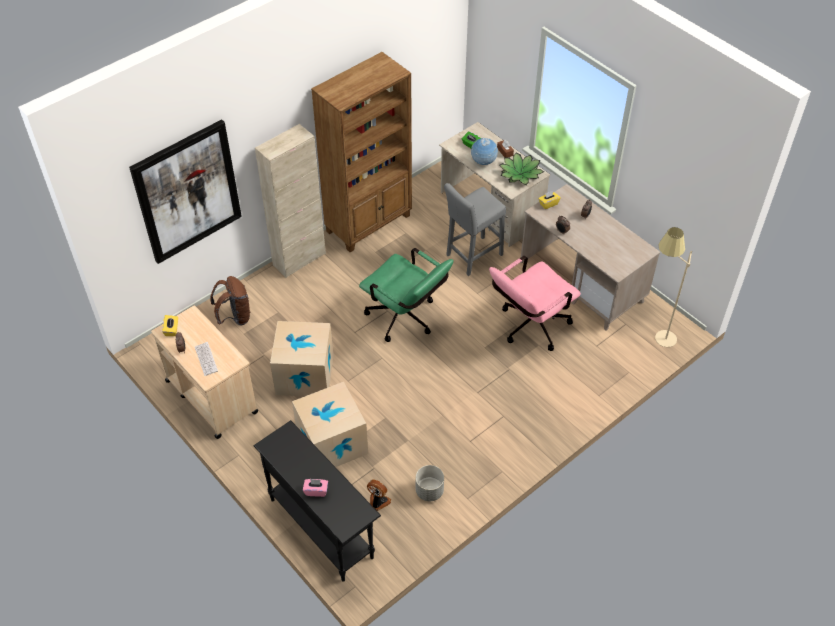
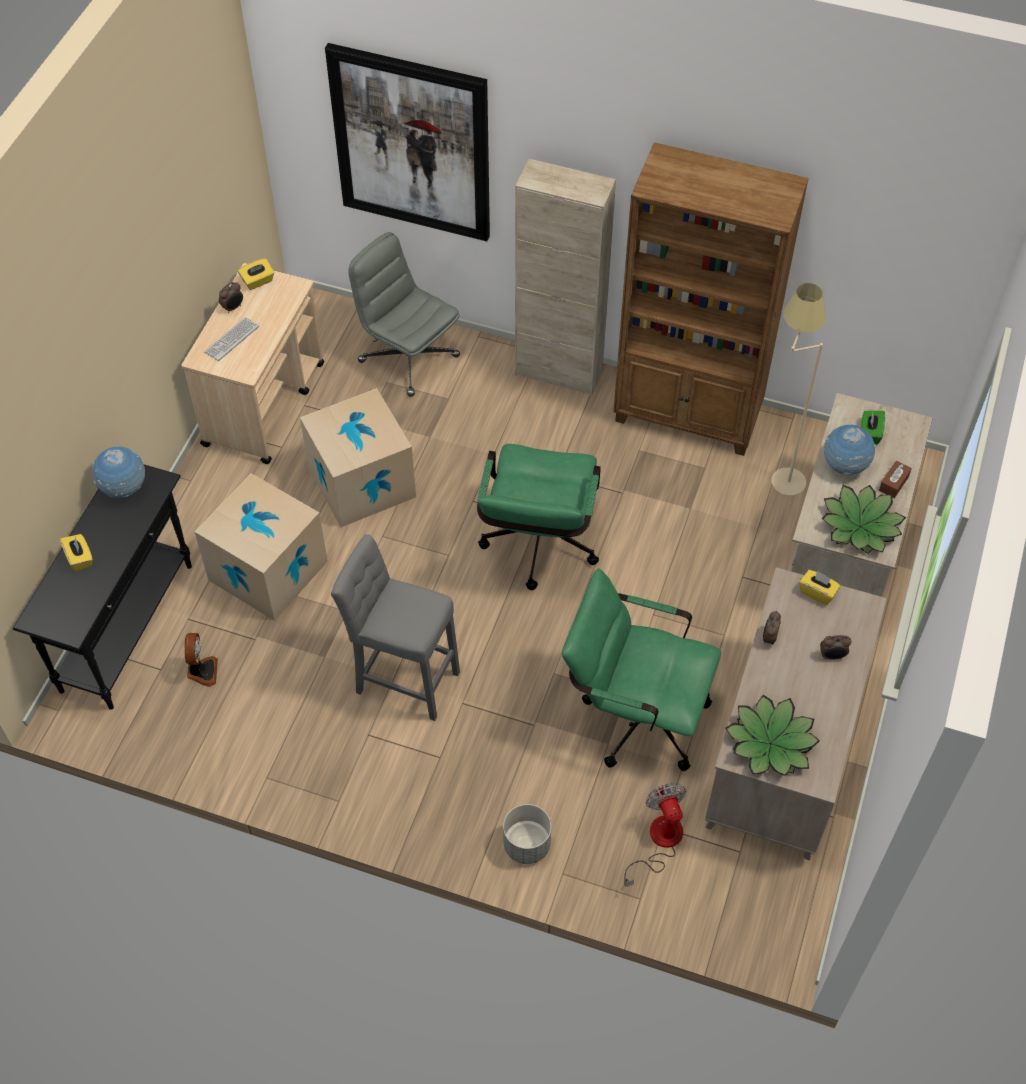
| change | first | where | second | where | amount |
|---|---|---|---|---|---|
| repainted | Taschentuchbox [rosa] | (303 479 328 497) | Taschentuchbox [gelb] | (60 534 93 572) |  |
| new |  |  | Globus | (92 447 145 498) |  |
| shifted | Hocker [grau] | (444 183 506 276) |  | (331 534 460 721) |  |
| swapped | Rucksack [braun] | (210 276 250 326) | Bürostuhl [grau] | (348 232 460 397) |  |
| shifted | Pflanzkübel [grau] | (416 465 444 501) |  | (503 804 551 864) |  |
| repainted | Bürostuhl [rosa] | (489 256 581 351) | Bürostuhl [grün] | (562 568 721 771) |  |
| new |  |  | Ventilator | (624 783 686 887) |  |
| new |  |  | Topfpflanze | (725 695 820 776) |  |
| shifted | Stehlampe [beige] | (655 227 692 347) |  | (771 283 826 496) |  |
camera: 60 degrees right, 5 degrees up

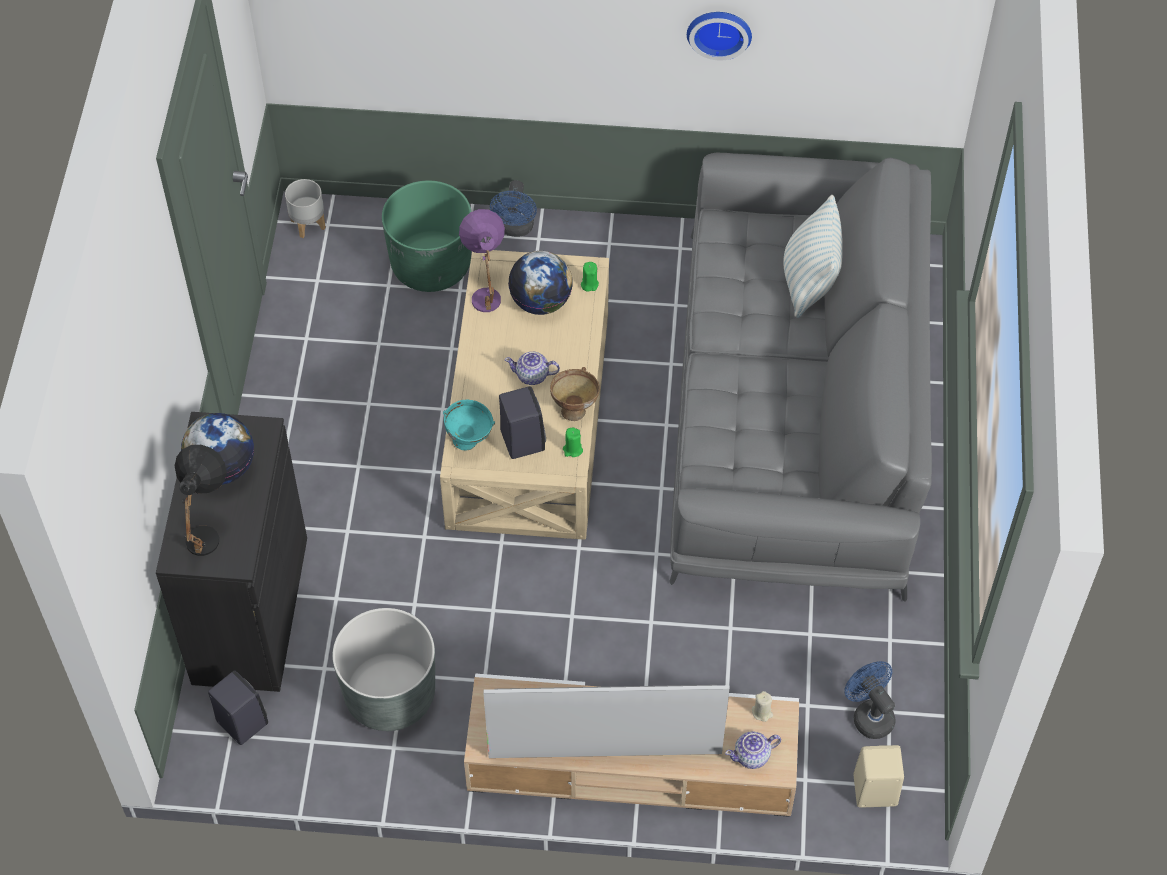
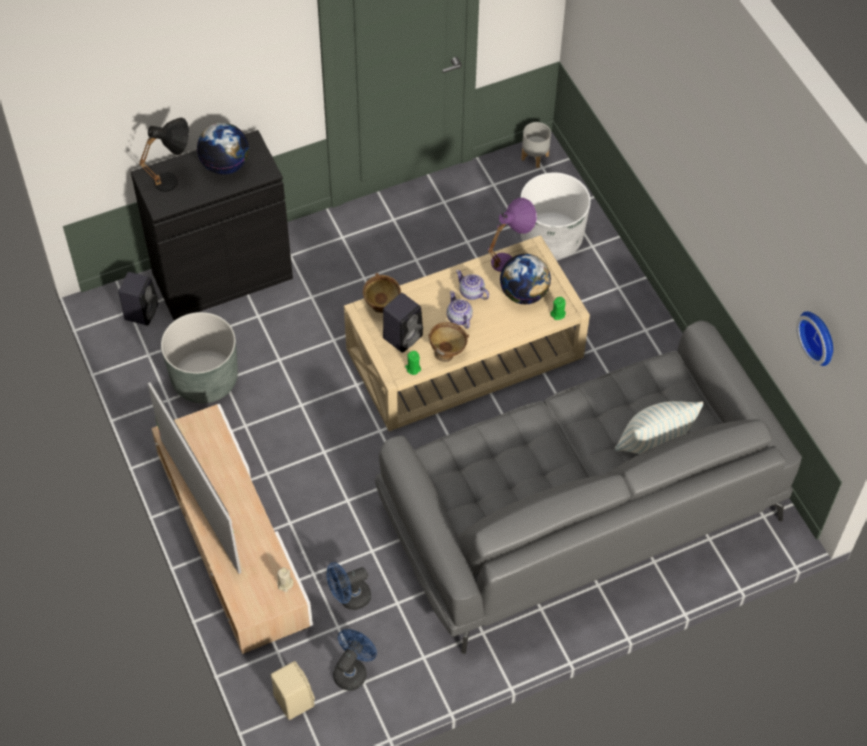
| change | first | where | second | where | amount |
|---|---|---|---|---|---|
| shifted | Ventilator [blau] | (490 180 537 237) |  | (327 562 371 610) |  |
| repainted | Schüssel [türkis] | (443 400 495 451) | Schüssel [braun] | (363 273 401 313) |  |
| shifted | Teekanne | (725 731 781 769) |  | (456 270 489 300) |  |
| repainted | Pflanzkübel [grün] | (382 180 471 292) | Pflanzkübel [weiß] | (520 172 591 259) |  |
| shifted | Wanduhr | (687 12 752 60) |  | (796 312 833 366) |  |
camera: 60 degrees right, 0 degrees up

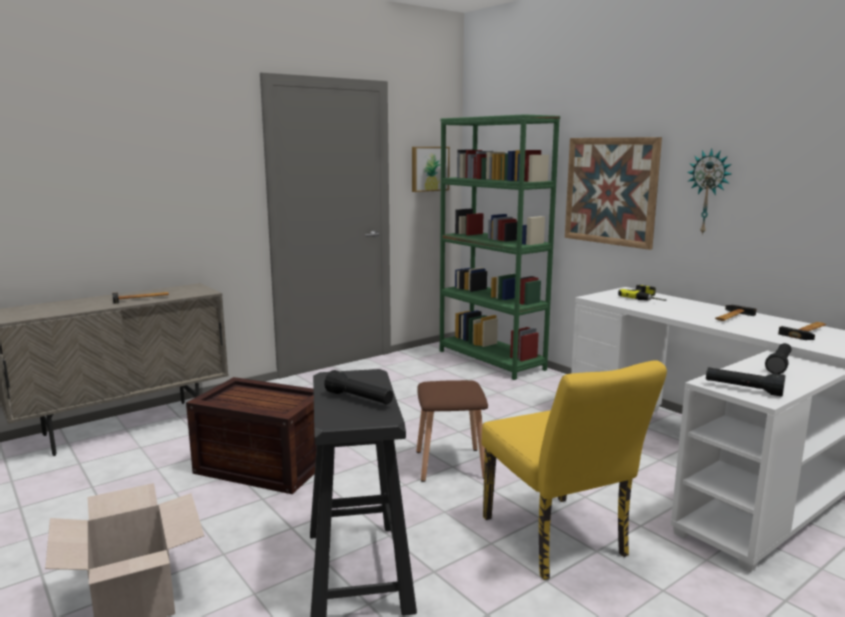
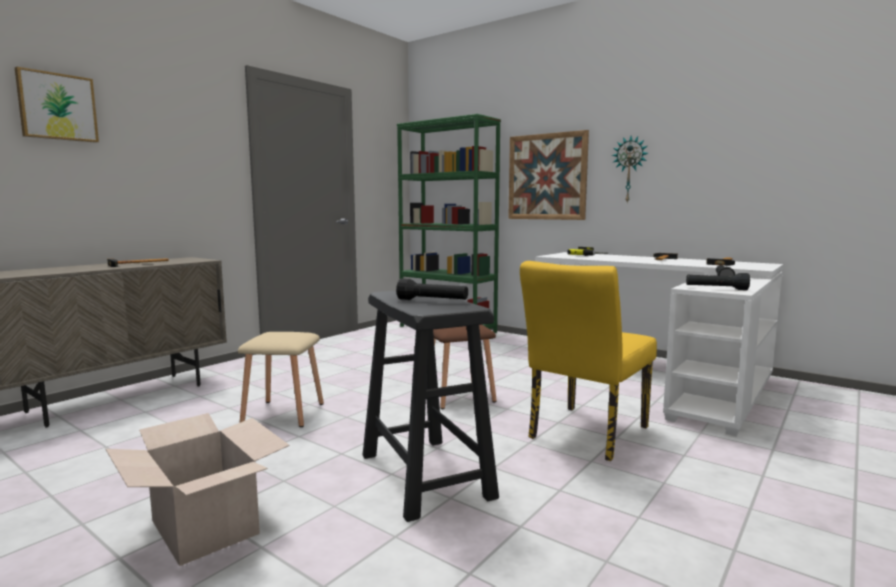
| change | first | where | second | where | amount |
|---|---|---|---|---|---|
| shifted | Bild | (412 147 450 192) |  | (15 67 99 143) |  |
| swapped | Kiste | (186 377 317 494) | Hocker [beige] | (238 332 324 427) |  |
| rotated | Stuhl [gelb] | (482 360 667 580) |  | (520 261 657 461) | 75 degrees clockwise |
camera: 15 degrees left, 5 degrees down

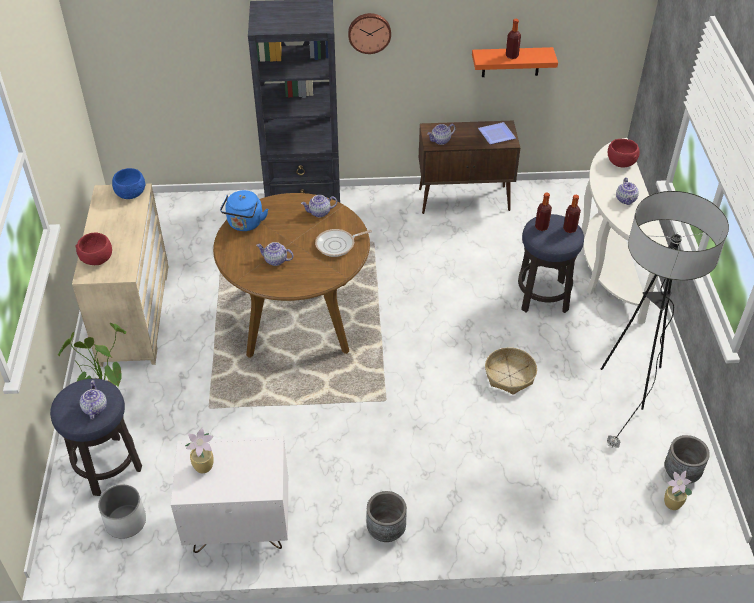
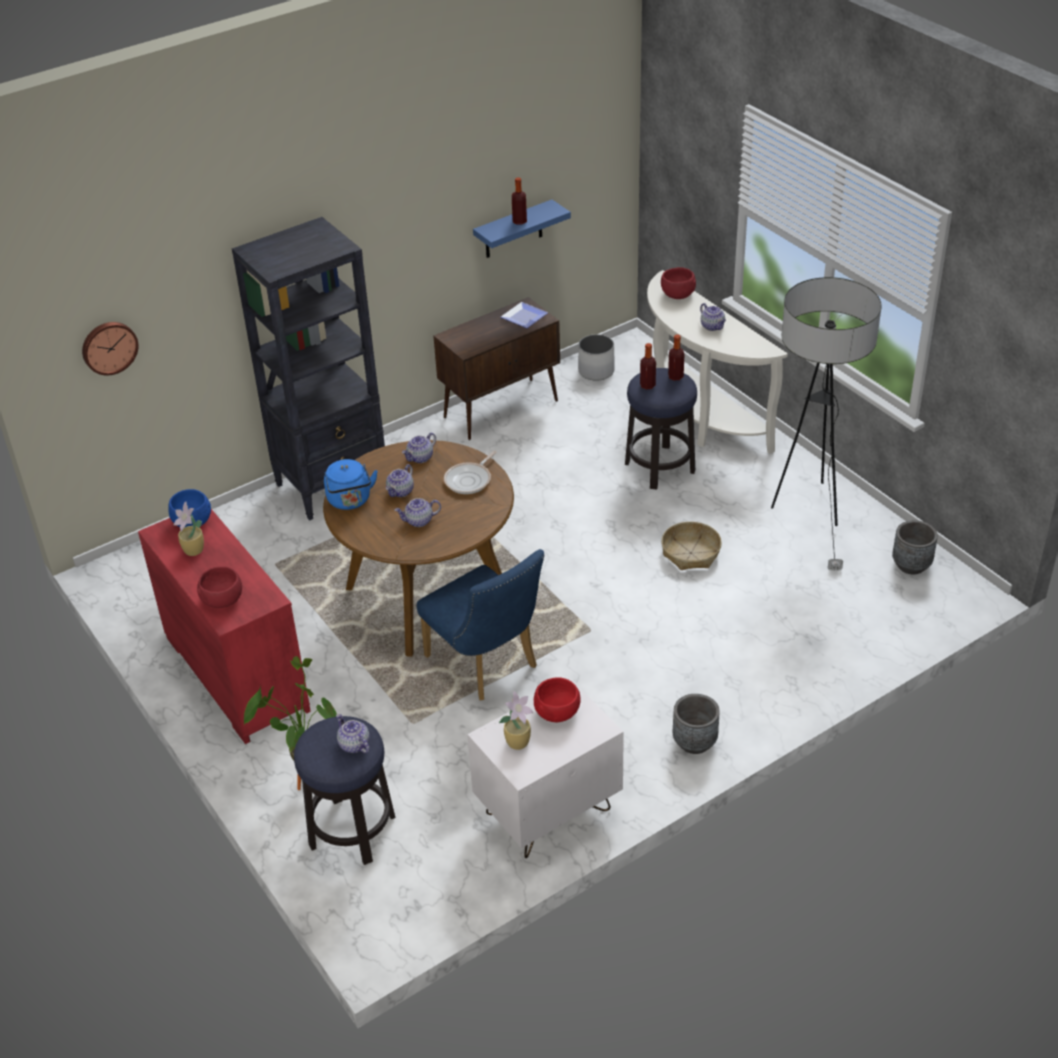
| change | first | where | second | where | amount |
|---|---|---|---|---|---|
| shifted | Wanduhr | (348 13 391 54) |  | (82 322 139 375) |  |
| repainted | Kommode [beige] | (72 183 169 367) | Kommode [rot] | (138 509 311 744) |  |
| shifted | Topfpflanze | (664 471 692 510) |  | (173 501 204 556) |  |
| shifted | Teekanne | (427 124 456 145) |  | (386 464 414 497) |  |
| new |  |  | Stuhl [blau] | (417 549 545 701) |  |
| repainted | Wandregal [orange] | (472 47 558 77) | Wandregal [blau] | (473 199 571 258) |  |
| new |  |  | Schüssel [rot] | (534 677 581 722) |  |
| shifted | Pflanzkübel [weiß] | (98 484 146 539) |  | (578 334 615 381) |  |
camera: 30 degrees left, 5 degrees down

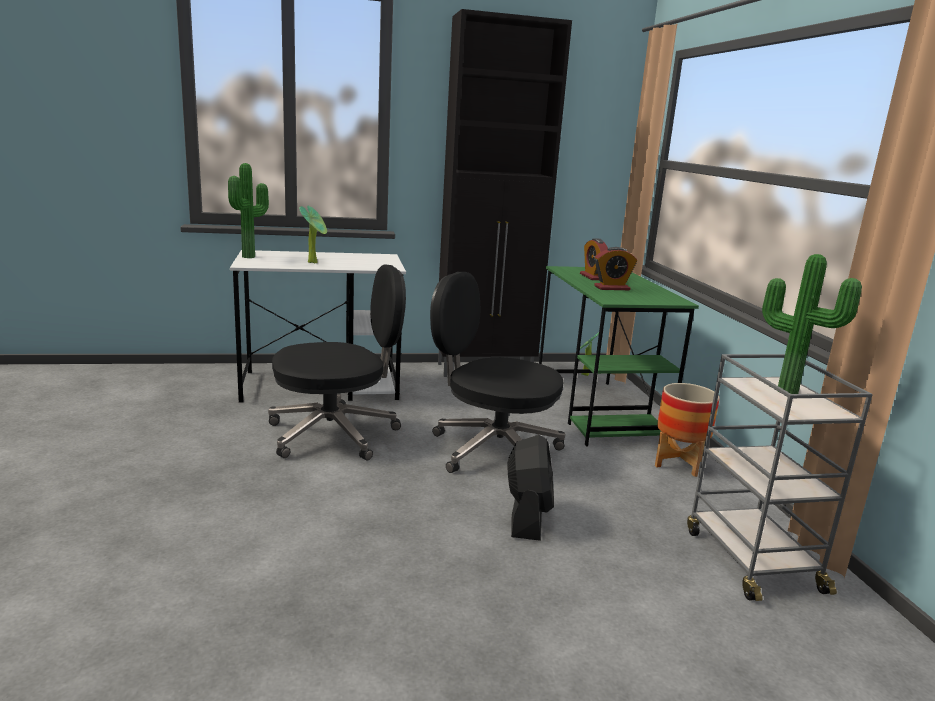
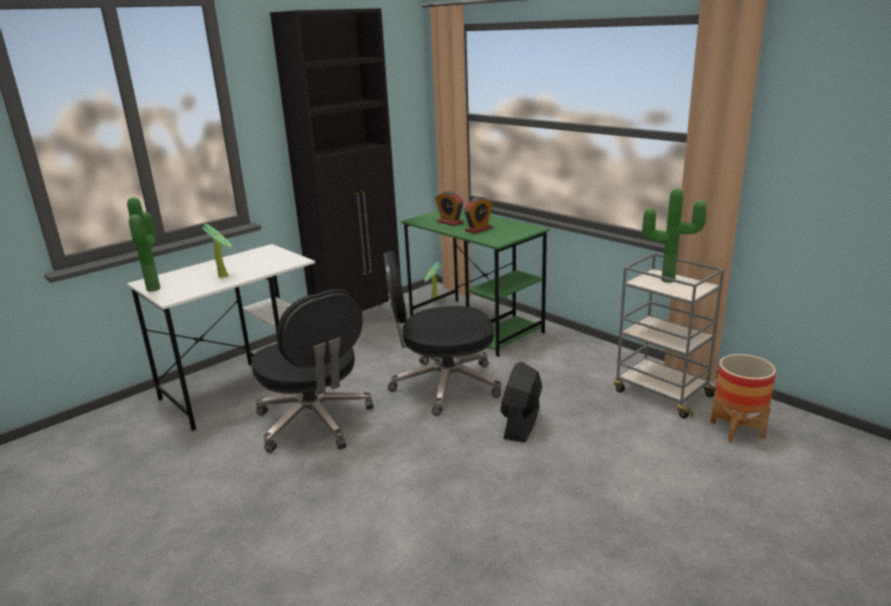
| change | first | where | second | where | amount |
|---|---|---|---|---|---|
| rotated | Bürostuhl [schwarz] | (268 264 406 460) |  | (251 289 373 453) | 105 degrees clockwise |
| rotated | Ventilator [schwarz] | (507 435 554 541) |  | (500 362 542 443) | 135 degrees counterclockwise |
| shifted | Pflanzkübel | (655 383 719 477) |  | (710 354 776 443) |  |
camera: 30 degrees left, 5 degrees up

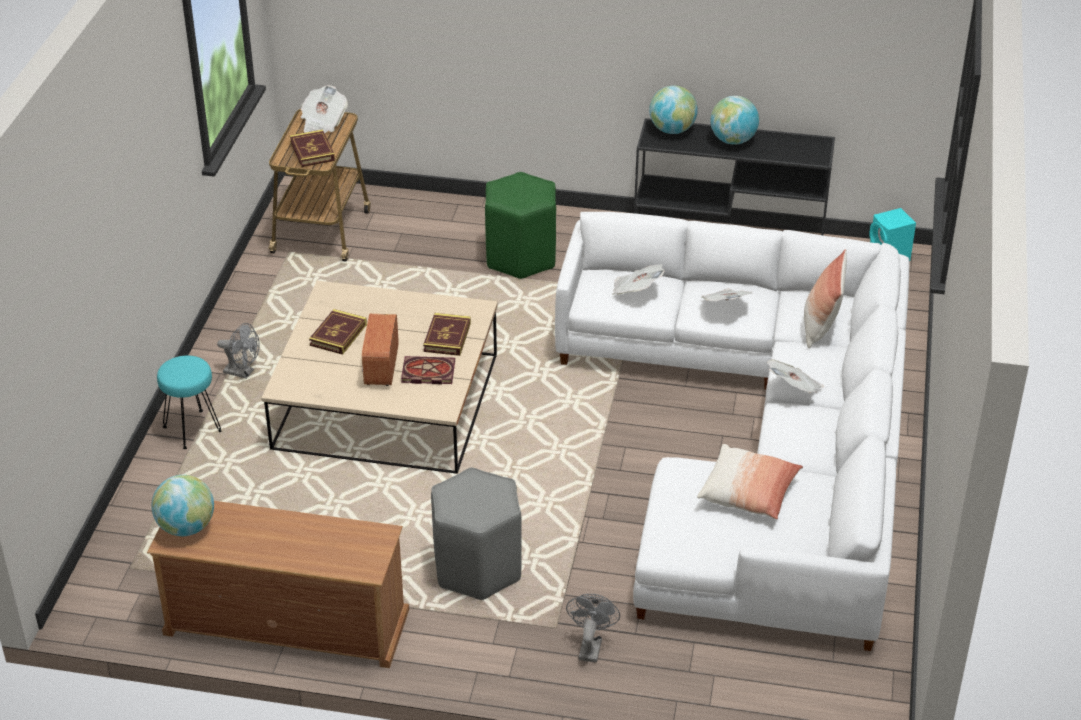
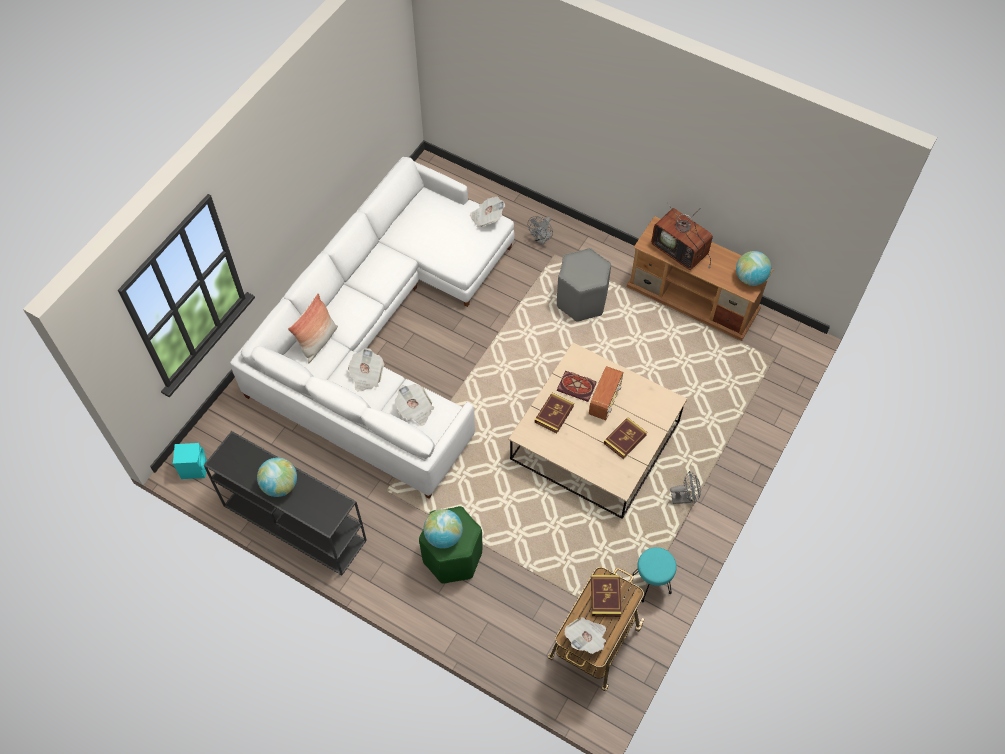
| change | first | where | second | where | amount |
|---|---|---|---|---|---|
| shifted | Globus | (649 86 698 134) |  | (423 509 463 549) |  |
| shifted | Zeitung | (767 359 824 393) |  | (470 197 505 228) |  |
| shifted | Hocker [türkis] | (157 356 221 449) |  | (632 547 677 602) |  |
| new |  |  | Fernseher | (651 203 713 270) |  |
| rotated | Ventilator [grau] | (217 323 260 379) |  | (670 471 701 504) | 135 degrees clockwise |
| gone | Kissen | (697 444 803 519) |  |  |  |
camera: 160 degrees left, 20 degrees up

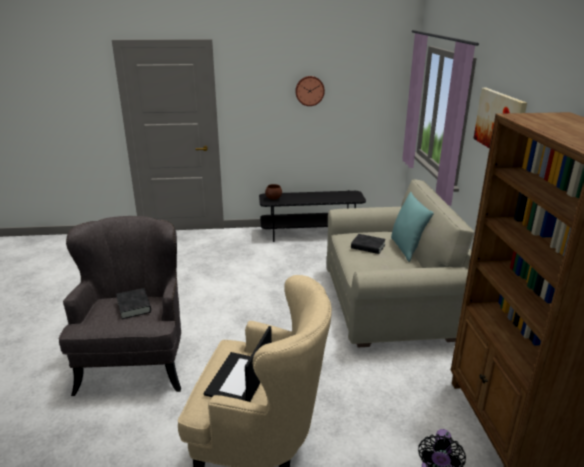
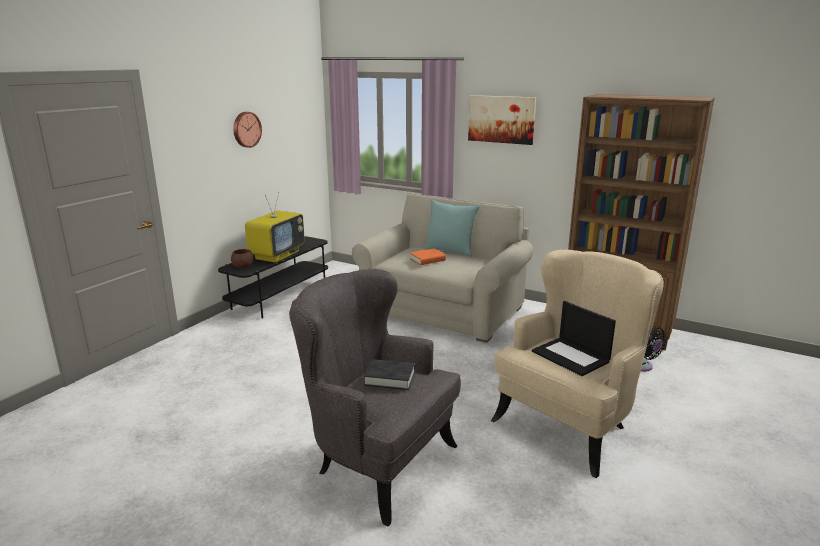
| change | first | where | second | where | amount |
|---|---|---|---|---|---|
| new |  |  | Fernseher | (245 192 305 263) |  |
| repainted | Buch [schwarz] | (351 234 386 254) | Buch [orange] | (410 248 446 265) |  |
camera: 55 degrees left, 5 degrees down

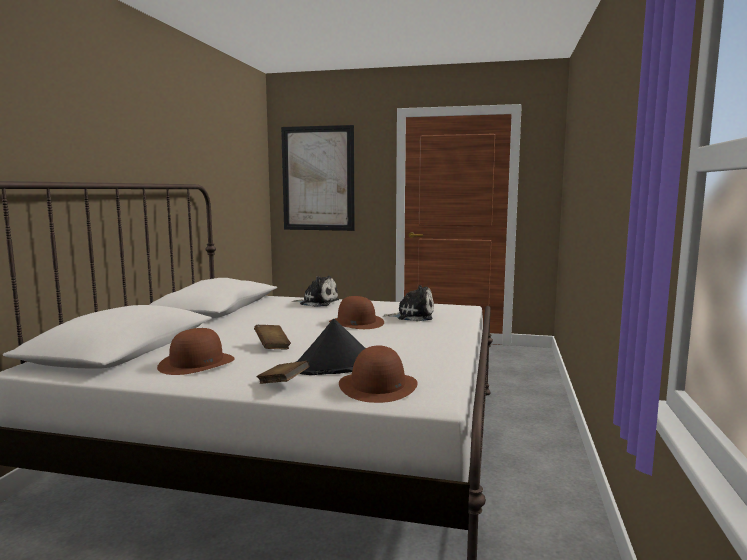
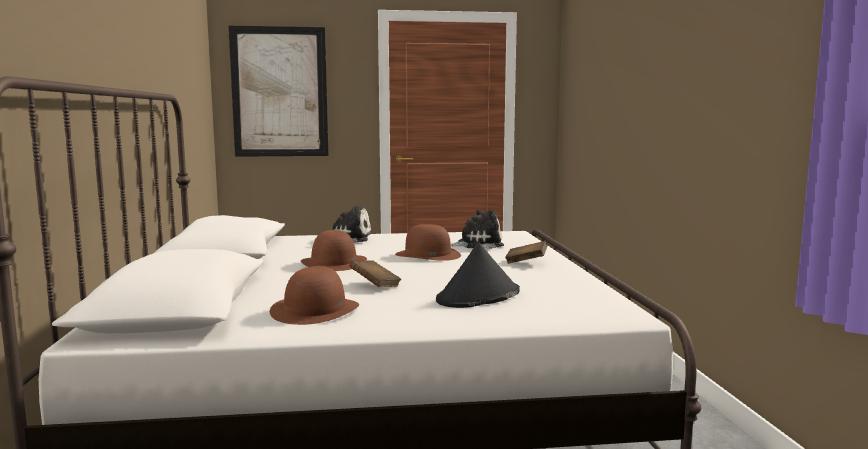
| change | first | where | second | where | amount |
|---|---|---|---|---|---|
| shifted | Hut [braun] | (339 346 418 403) |  | (301 230 367 271) |  |
| shifted | Buch [braun] | (257 361 310 384) |  | (505 241 547 264) |  |
camera: 20 degrees left, 0 degrees up

